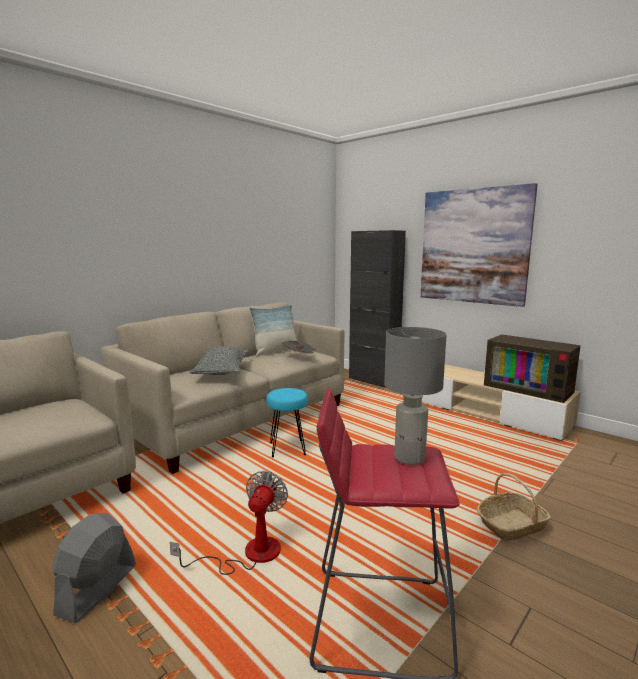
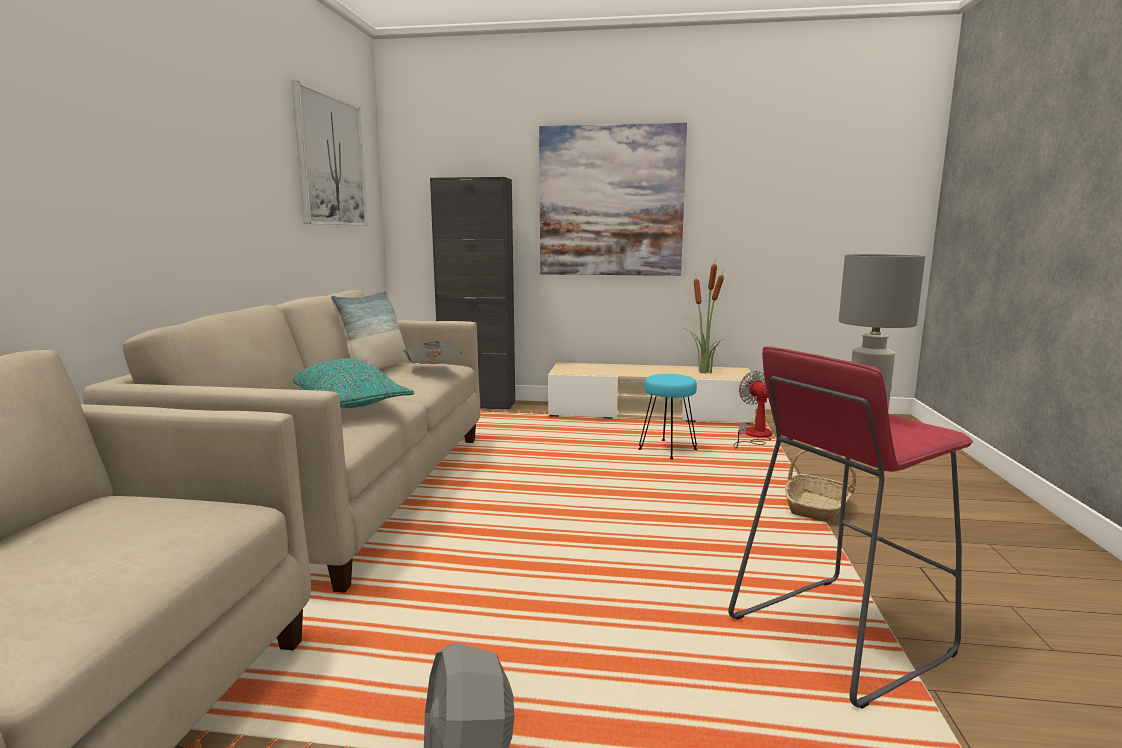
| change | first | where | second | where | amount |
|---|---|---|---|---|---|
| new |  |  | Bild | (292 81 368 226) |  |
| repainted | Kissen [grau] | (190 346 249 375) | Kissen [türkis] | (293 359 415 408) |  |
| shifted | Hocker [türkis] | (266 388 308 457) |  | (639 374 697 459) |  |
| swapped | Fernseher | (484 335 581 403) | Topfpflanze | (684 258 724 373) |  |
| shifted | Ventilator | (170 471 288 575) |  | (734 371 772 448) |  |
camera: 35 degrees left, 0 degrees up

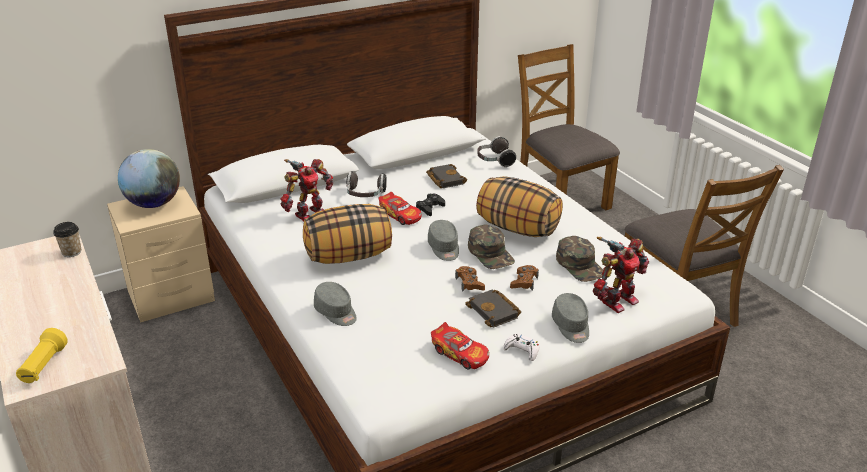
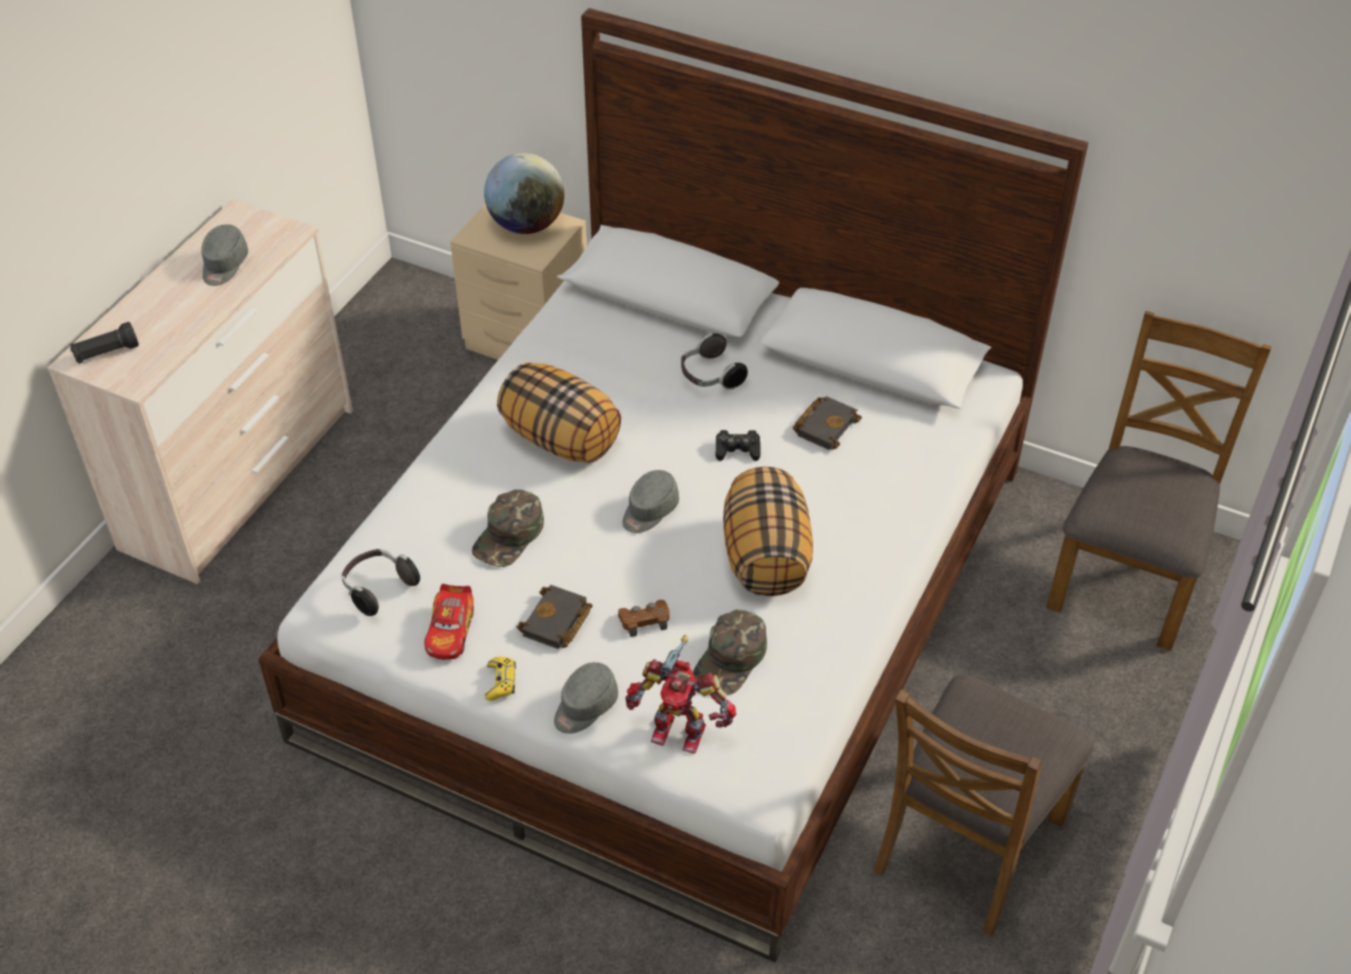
| change | first | where | second | where | amount |
|---|---|---|---|---|---|
| repainted | Taschenlampe [gelb] | (16 328 68 383) | Taschenlampe [schwarz] | (70 322 139 364) |  |
| shifted | Kappe [grau] | (314 282 357 326) |  | (201 224 248 286) |  |
| shifted | Kopfhörer | (477 136 516 168) |  | (342 549 420 616) |  |
| shifted | Kappe [grün] | (468 225 515 269) |  | (472 489 544 567) |  |
| repainted | Gamepad [weiß] | (503 334 540 361) | Gamepad [gelb] | (485 656 516 701) |  |
| gone | Tasse | (53 222 81 257) |  |  |  |
| gone | Spielzeugroboter | (280 159 333 221) |  |  |  |
| gone | Spielzeugauto | (379 192 422 225) |  |  |  |
| gone | Gamepad [braun] | (455 266 485 291) |  |  |  |
camera: 55 degrees right, 15 degrees up

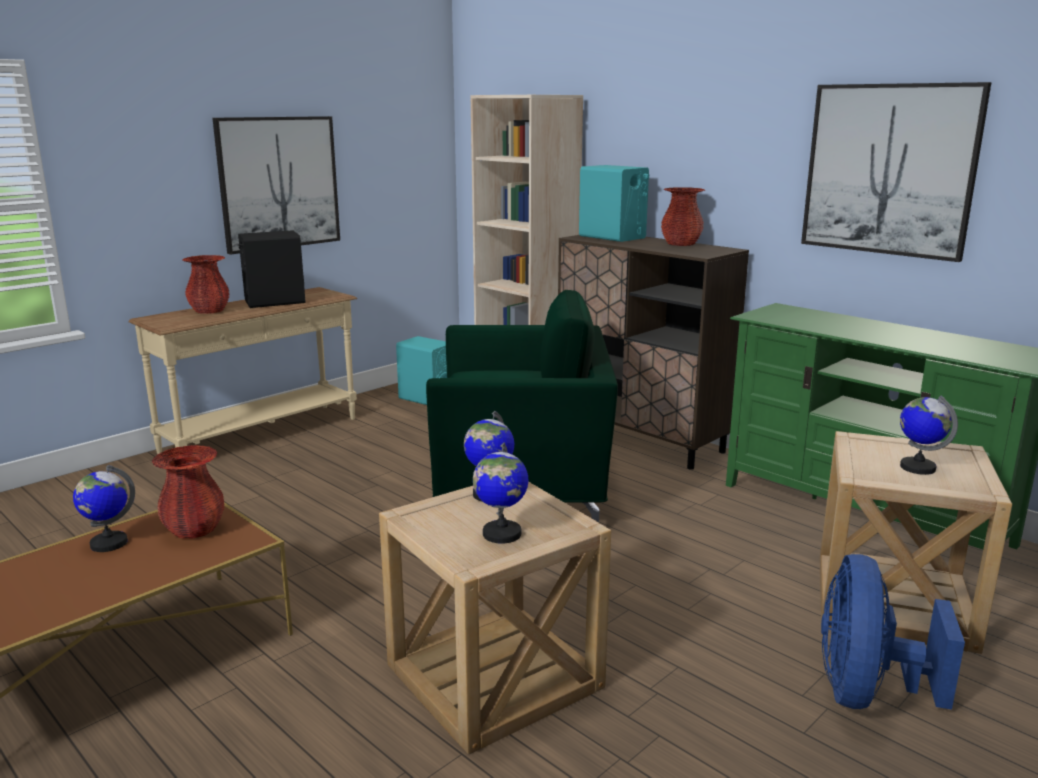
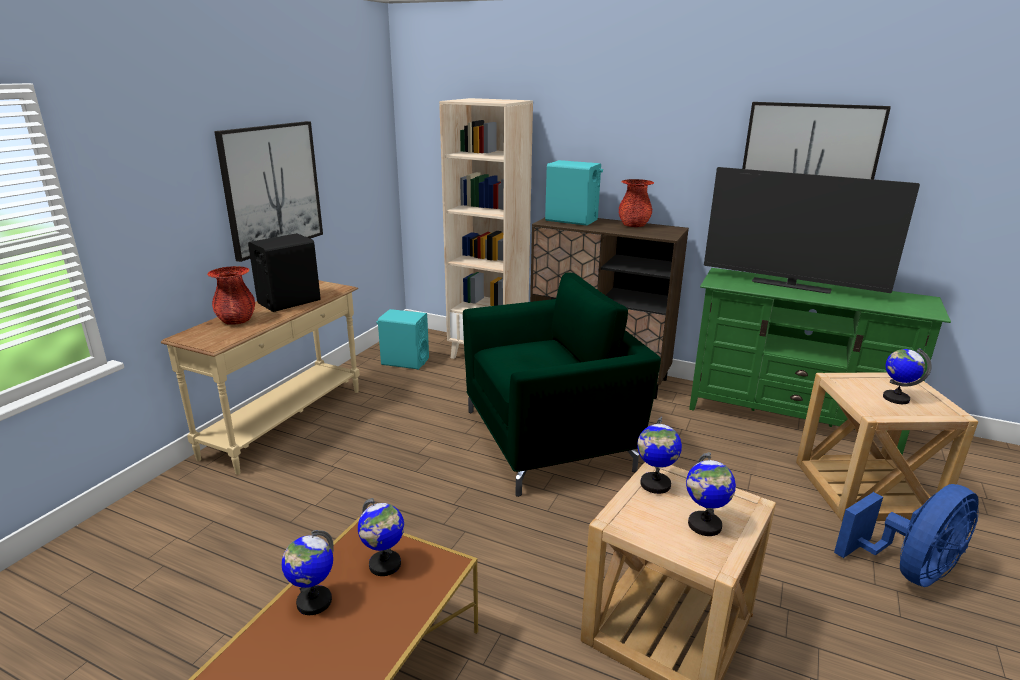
| change | first | where | second | where | amount |
|---|---|---|---|---|---|
| swapped | Vase [rot] | (152 445 224 539) | Globus | (358 498 404 576) |  |
| new |  |  | Fernseher | (704 167 920 294) |  |
| rotated | Ventilator [blau] | (821 554 965 710) |  | (834 484 979 587) | 120 degrees counterclockwise |
camera: 20 degrees left, 5 degrees up

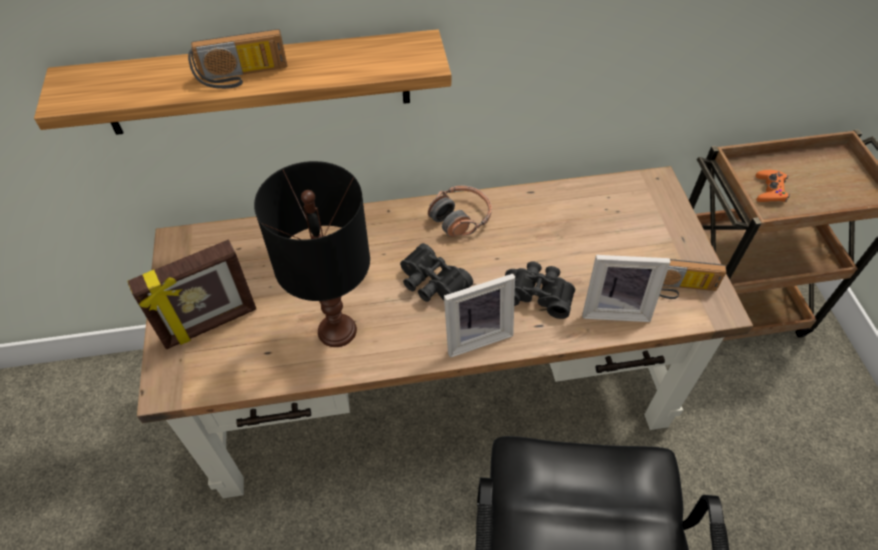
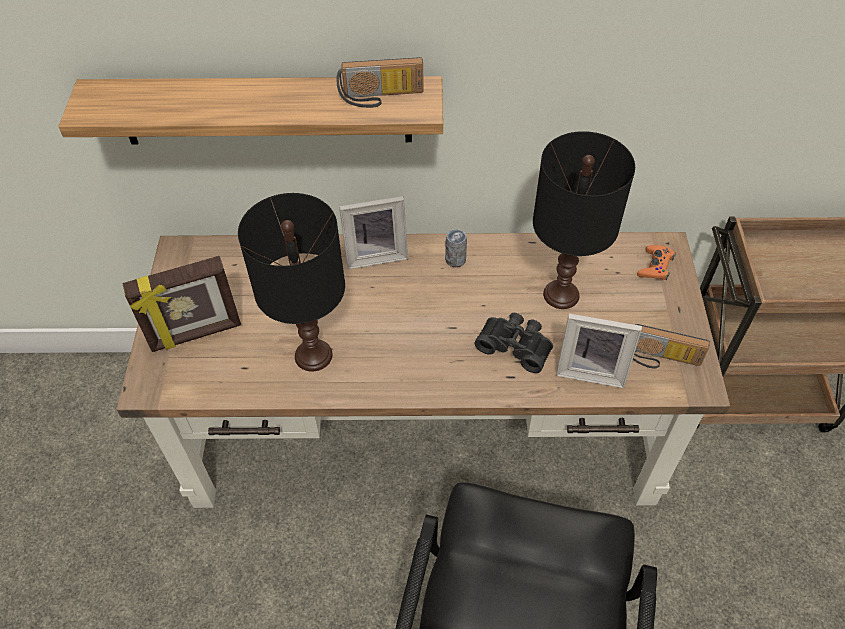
| change | first | where | second | where | amount |
|---|---|---|---|---|---|
| shifted | Radio | (188 29 287 89) |  | (336 57 424 108) |  |
| shifted | Bilderrahmen | (444 274 515 358) |  | (339 196 408 269) |  |
| swapped | Kopfhörer | (428 186 492 237) | Dose | (445 229 467 267) |  |
| new |  |  | Tischlampe [schwarz] | (533 131 635 309) |  |
| shifted | Gamepad [orange] | (756 170 790 202) |  | (637 245 676 280) |  |
| gone | Fernglas [schwarz] | (400 243 473 302) |  |  |  |
camera: 10 degrees right, 0 degrees up

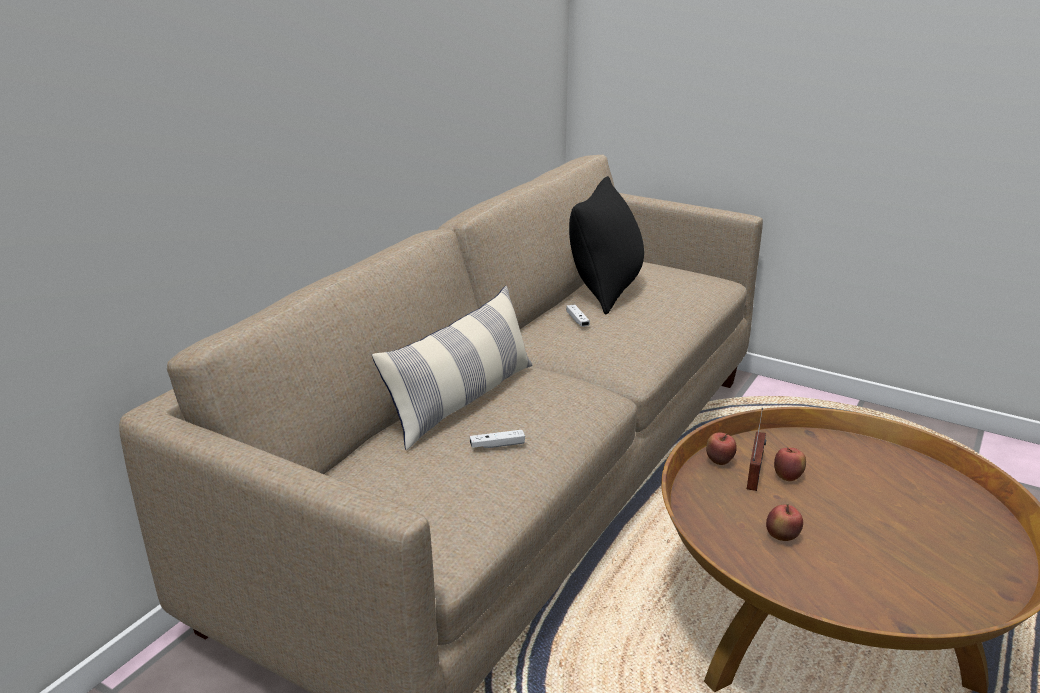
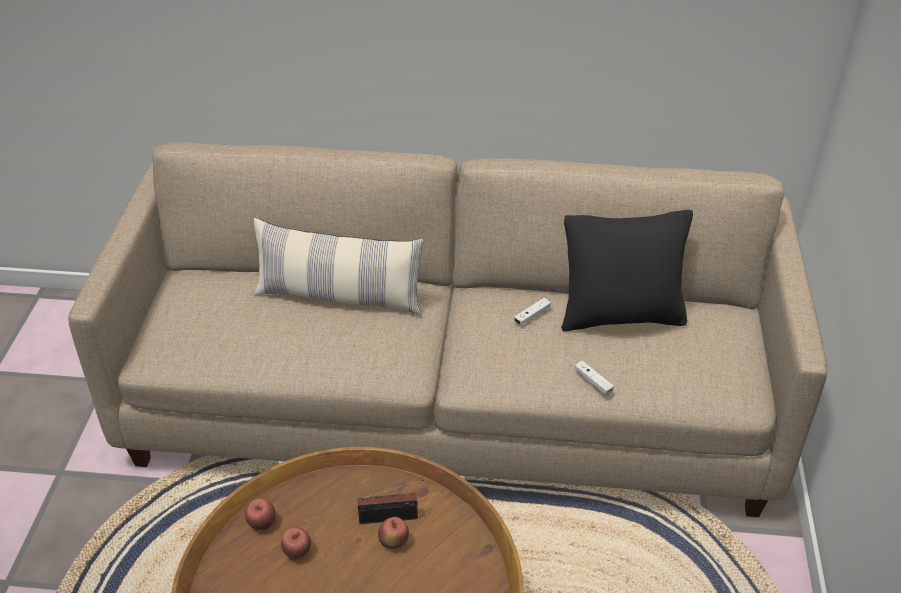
| change | first | where | second | where | amount |
|---|---|---|---|---|---|
| shifted | Apfel | (706 433 737 465) |  | (245 499 276 530) |  |
| shifted | Gamepad [weiß] | (470 430 525 448) |  | (574 361 614 396) |  |
camera: 65 degrees right, 15 degrees up

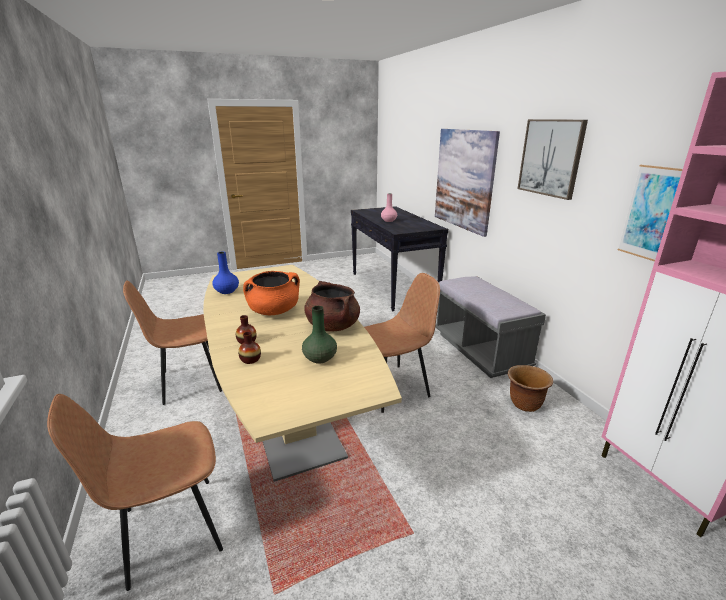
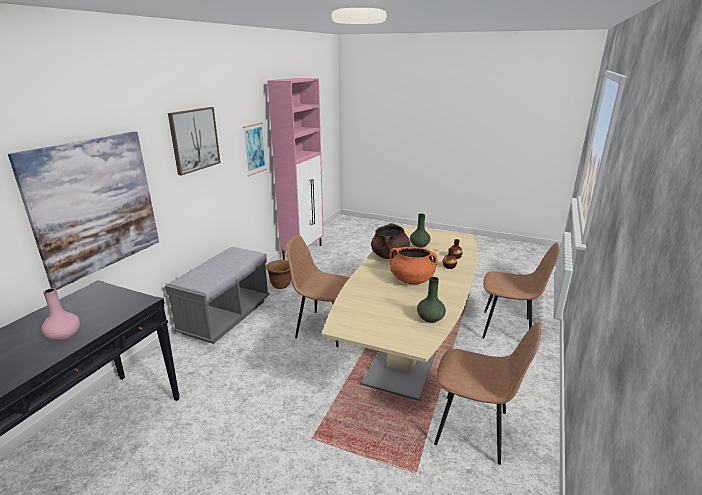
| change | first | where | second | where | amount |
|---|---|---|---|---|---|
| repainted | Vase [blau] | (212 252 239 294) | Vase [grün] | (417 277 446 323) |  |
camera: 135 degrees left, 0 degrees up

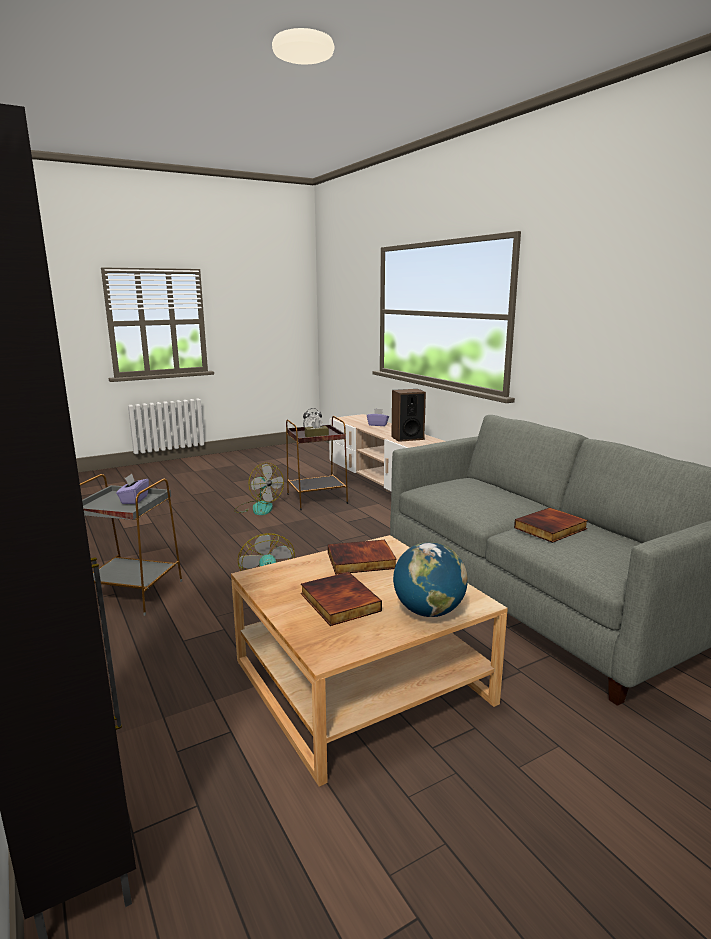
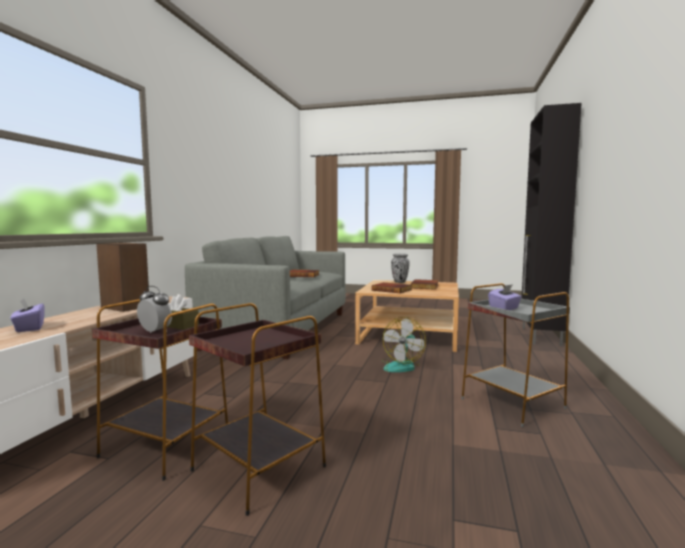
| change | first | where | second | where | amount |
|---|---|---|---|---|---|
| swapped | Ventilator | (234 463 284 515) | Beistelltisch [braun] | (189 303 326 516) |  |
| swapped | Globus | (393 542 468 617) | Vase | (391 254 410 283) |  |
camera: 135 degrees left, 10 degrees down

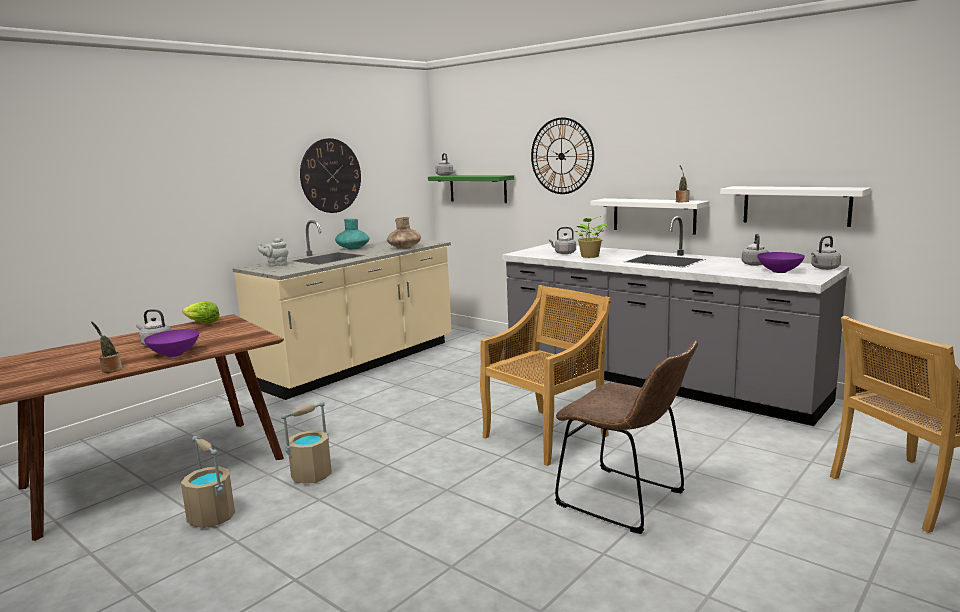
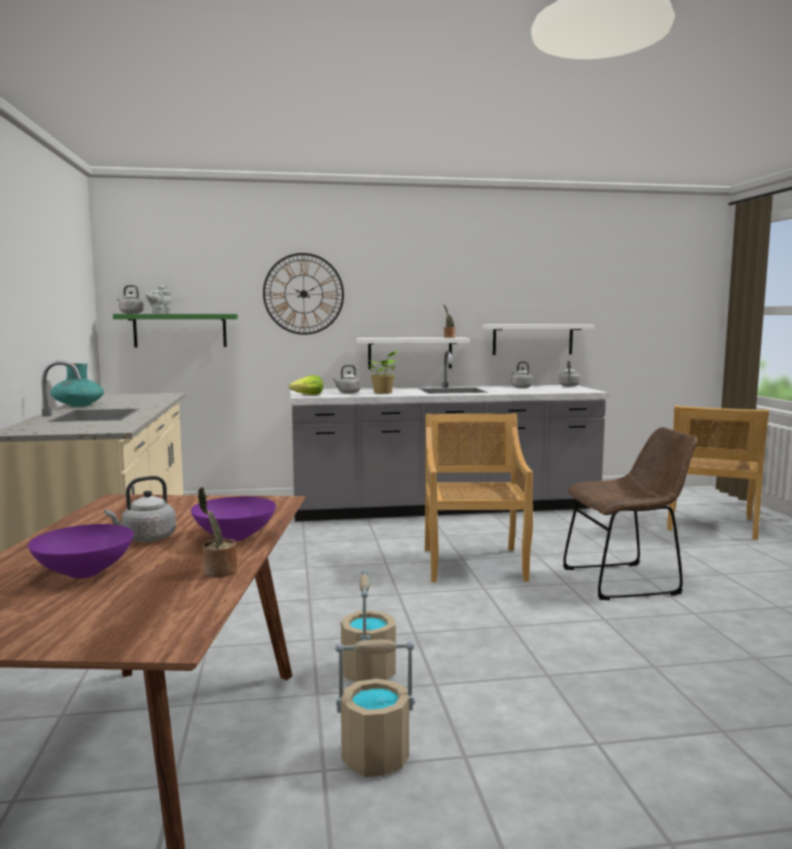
| change | first | where | second | where | amount |
|---|---|---|---|---|---|
| shifted | Schüssel [lila] | (757 252 805 273) |  | (28 524 134 579) |  |
| shifted | Teekanne [grau] | (258 238 288 266) |  | (145 285 172 314) |  |
| shifted | Salatkopf | (182 301 220 324) |  | (289 375 323 395) |  |
| gone | Wanduhr | (300 138 361 213) |  |  |  |
| gone | Vase [braun] | (387 217 421 249) |  |  |  |
camera: 50 degrees left, 5 degrees down

